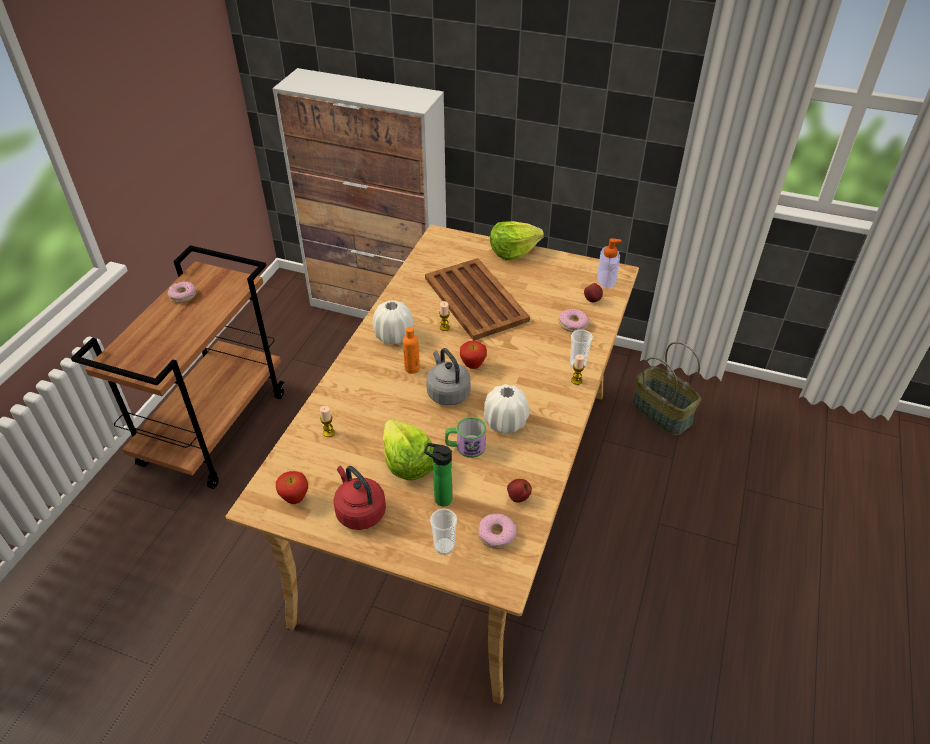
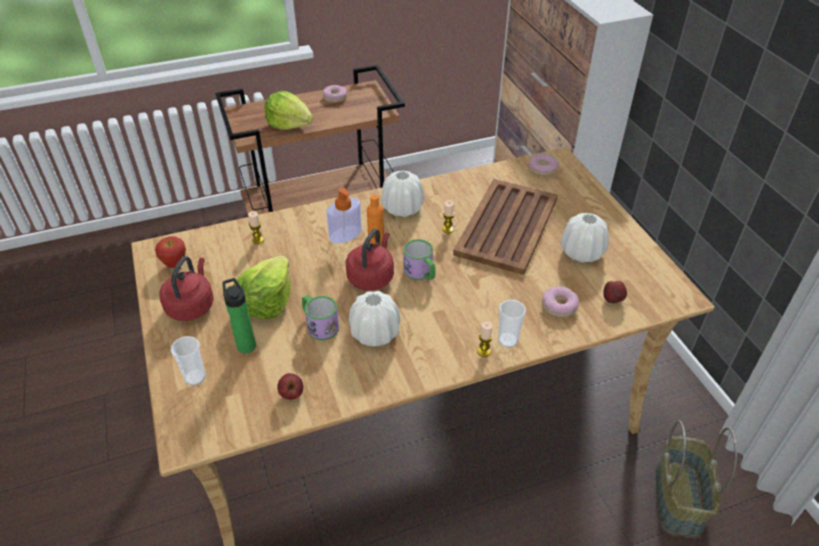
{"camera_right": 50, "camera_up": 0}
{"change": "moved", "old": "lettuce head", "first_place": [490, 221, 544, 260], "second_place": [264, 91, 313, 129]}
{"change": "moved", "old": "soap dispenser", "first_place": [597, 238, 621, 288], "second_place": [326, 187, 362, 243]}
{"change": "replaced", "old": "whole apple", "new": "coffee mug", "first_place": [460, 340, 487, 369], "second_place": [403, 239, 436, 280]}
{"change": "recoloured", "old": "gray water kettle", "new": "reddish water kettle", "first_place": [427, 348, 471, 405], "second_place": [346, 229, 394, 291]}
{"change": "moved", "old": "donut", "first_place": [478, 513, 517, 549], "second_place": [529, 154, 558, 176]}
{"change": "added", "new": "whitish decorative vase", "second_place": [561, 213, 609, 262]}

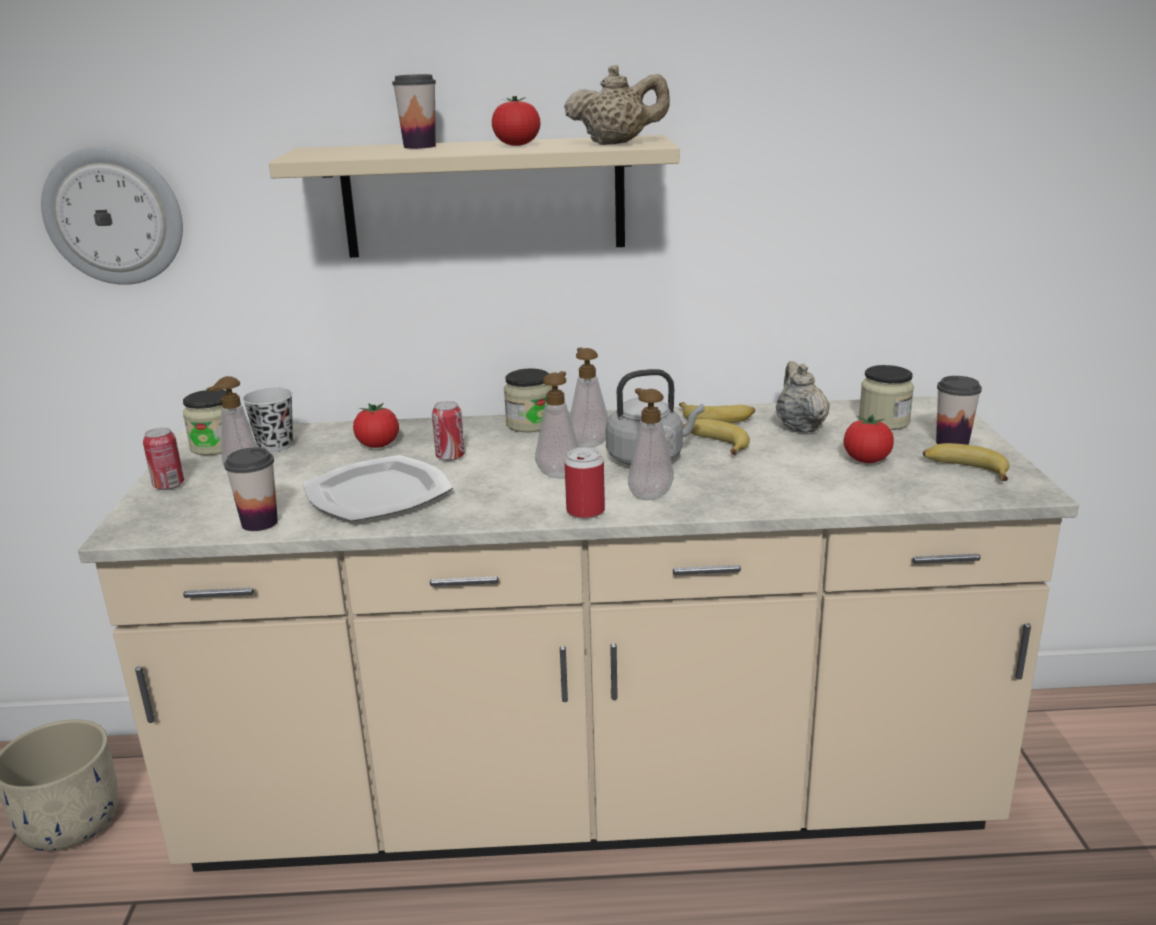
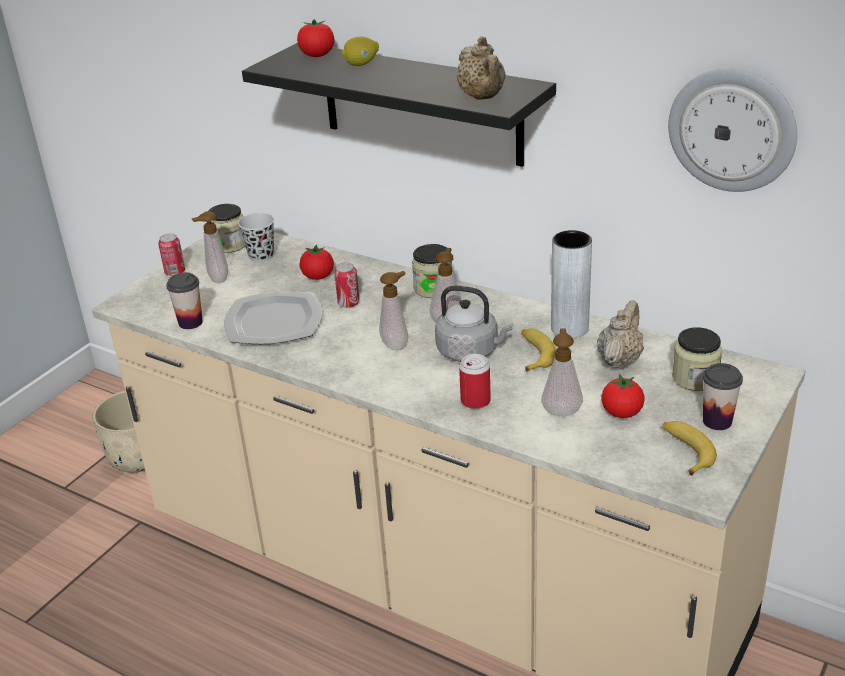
{"camera_right": 35, "camera_up": 10}
{"change": "turned", "old": "sand-coloured teapot", "first_place": [564, 65, 670, 145], "second_place": [457, 36, 506, 100], "degrees": 45}
{"change": "replaced", "old": "small cup", "new": "whole lemon", "first_place": [392, 74, 436, 149], "second_place": [342, 37, 379, 66]}
{"change": "moved", "old": "whole tomato", "first_place": [492, 96, 540, 146], "second_place": [297, 19, 334, 57]}
{"change": "recoloured", "old": "sand-coloured bracket shelf", "new": "blackish bracket shelf", "first_place": [269, 135, 679, 258], "second_place": [242, 43, 556, 167]}
{"change": "moved", "old": "wall clock", "first_place": [41, 147, 183, 285], "second_place": [668, 69, 797, 192]}
{"change": "moved", "old": "soap dispenser", "first_place": [628, 388, 674, 500], "second_place": [542, 328, 583, 416]}
{"change": "replaced", "old": "whole banana", "new": "gray decorative vase", "first_place": [679, 402, 755, 423], "second_place": [551, 230, 592, 338]}
{"change": "moved", "old": "can", "first_place": [565, 447, 605, 519], "second_place": [459, 354, 491, 409]}

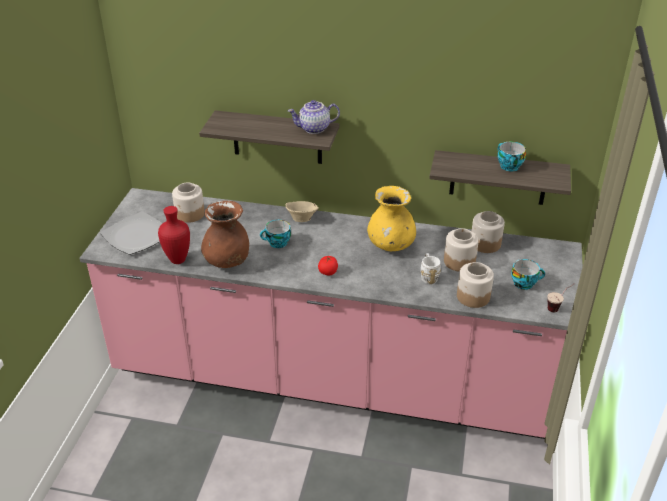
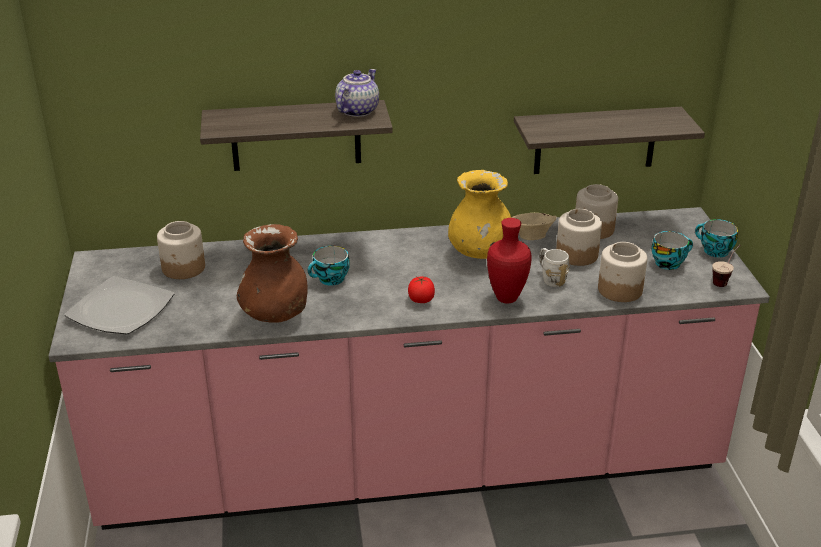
{"camera_right": -20, "camera_up": -5}
{"change": "turned", "old": "teapot", "first_place": [288, 100, 340, 134], "second_place": [335, 69, 379, 117], "degrees": 150}
{"change": "moved", "old": "small cup", "first_place": [498, 142, 526, 171], "second_place": [695, 219, 738, 257]}
{"change": "moved", "old": "sand-coloured bowl", "first_place": [286, 201, 319, 222], "second_place": [511, 213, 556, 240]}
{"change": "moved", "old": "reddish decorative vase", "first_place": [158, 206, 190, 264], "second_place": [487, 218, 532, 303]}

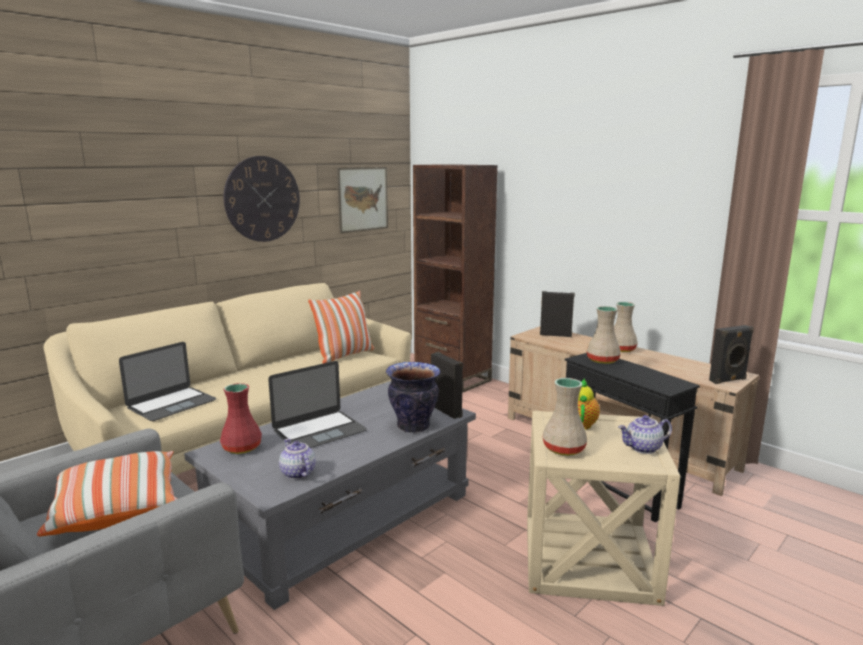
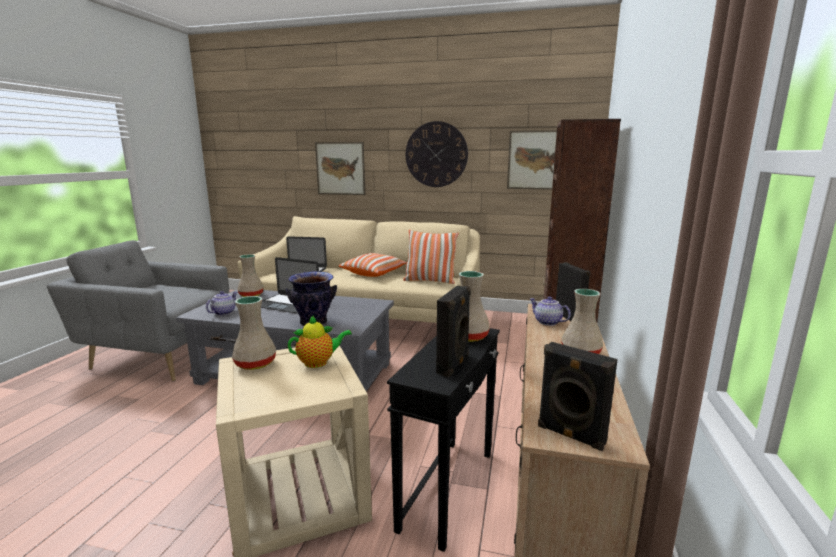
{"camera_right": 60, "camera_up": 0}
{"change": "moved", "old": "blackish audio speaker", "first_place": [431, 352, 463, 419], "second_place": [436, 286, 471, 377]}
{"change": "recoloured", "old": "reddish decorative vase", "new": "sand-coloured decorative vase", "first_place": [220, 383, 262, 454], "second_place": [238, 254, 264, 297]}
{"change": "moved", "old": "teapot", "first_place": [618, 415, 672, 454], "second_place": [530, 296, 571, 326]}
{"change": "moved", "old": "cushion", "first_place": [37, 451, 177, 536], "second_place": [339, 253, 407, 277]}
{"change": "added", "new": "wall art", "second_place": [315, 142, 365, 195]}

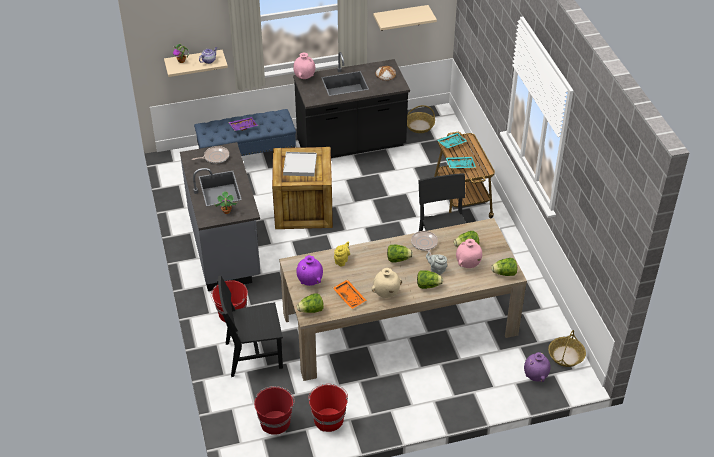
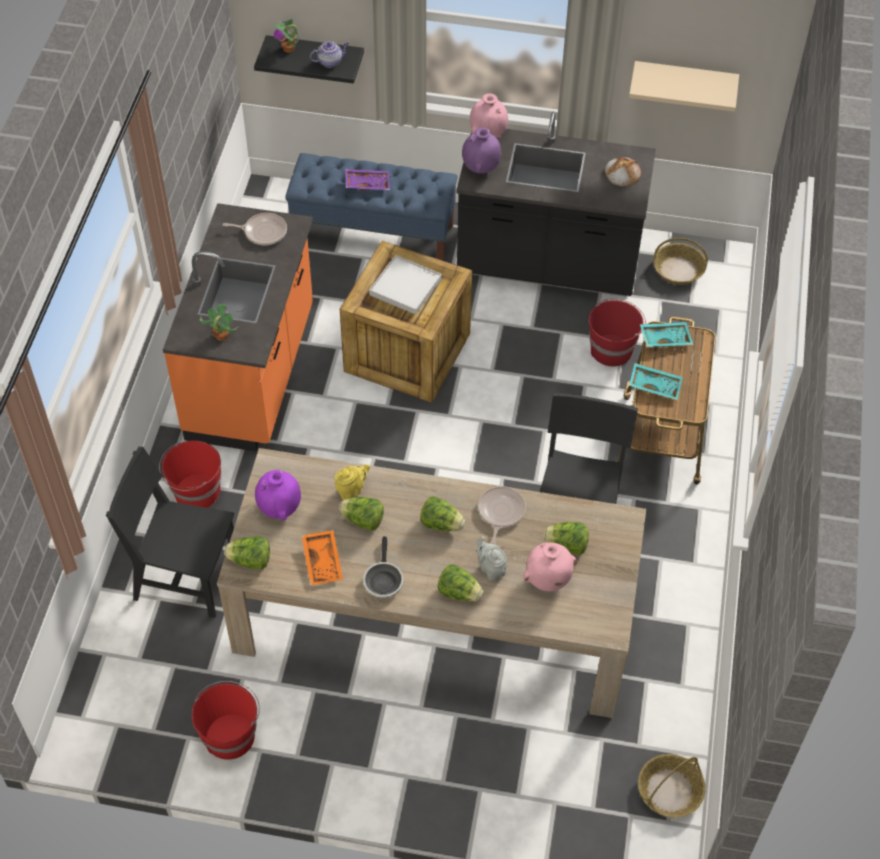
{"camera_right": 25, "camera_up": 10}
{"change": "recoloured", "old": "sand-coloured bracket shelf", "new": "blackish bracket shelf", "first_place": [164, 50, 228, 77], "second_place": [254, 35, 364, 84]}
{"change": "recoloured", "old": "gray counter", "new": "orange counter", "first_place": [180, 142, 260, 291], "second_place": [163, 203, 313, 451]}
{"change": "moved", "old": "lettuce head", "first_place": [491, 258, 517, 276], "second_place": [339, 497, 384, 531]}
{"change": "replaced", "old": "sand-coloured decorative vase", "new": "frying pan", "first_place": [371, 268, 402, 298], "second_place": [363, 537, 404, 598]}
{"change": "moved", "old": "purple-coloured decorative vase", "first_place": [524, 352, 551, 382], "second_place": [462, 128, 501, 174]}
{"change": "moved", "old": "reddish pail", "first_place": [254, 386, 295, 435], "second_place": [589, 299, 646, 366]}

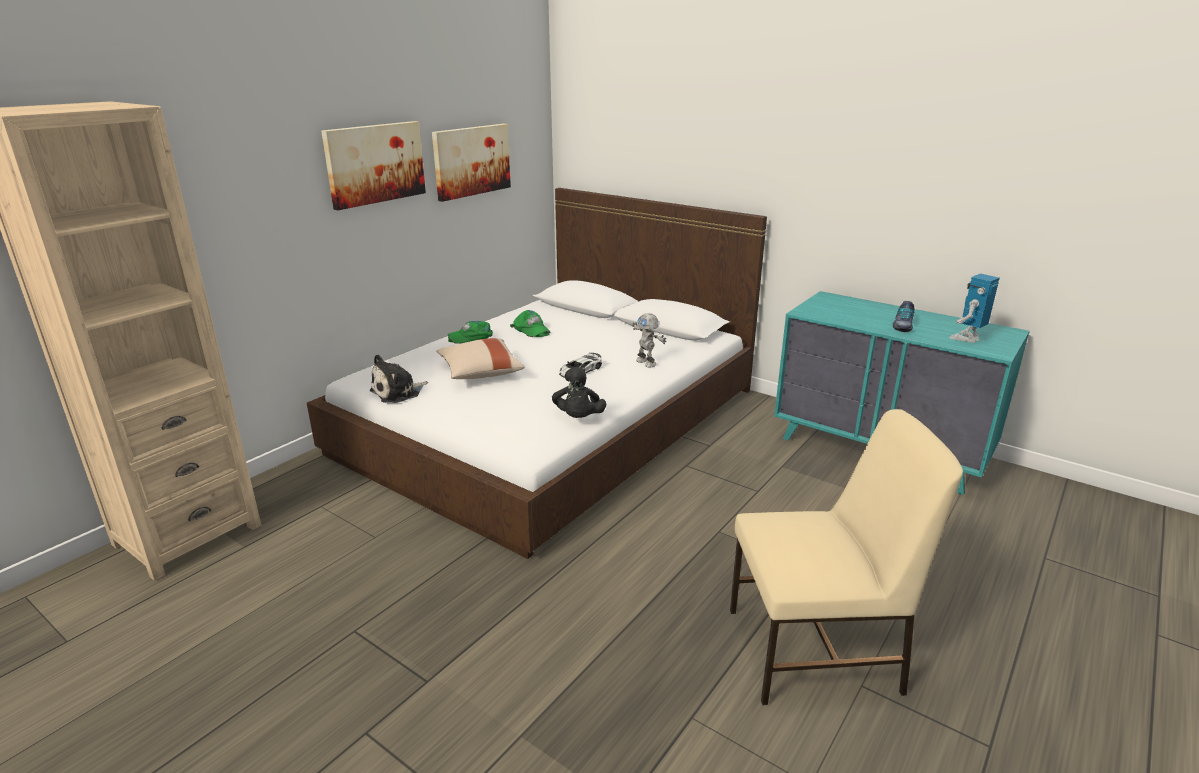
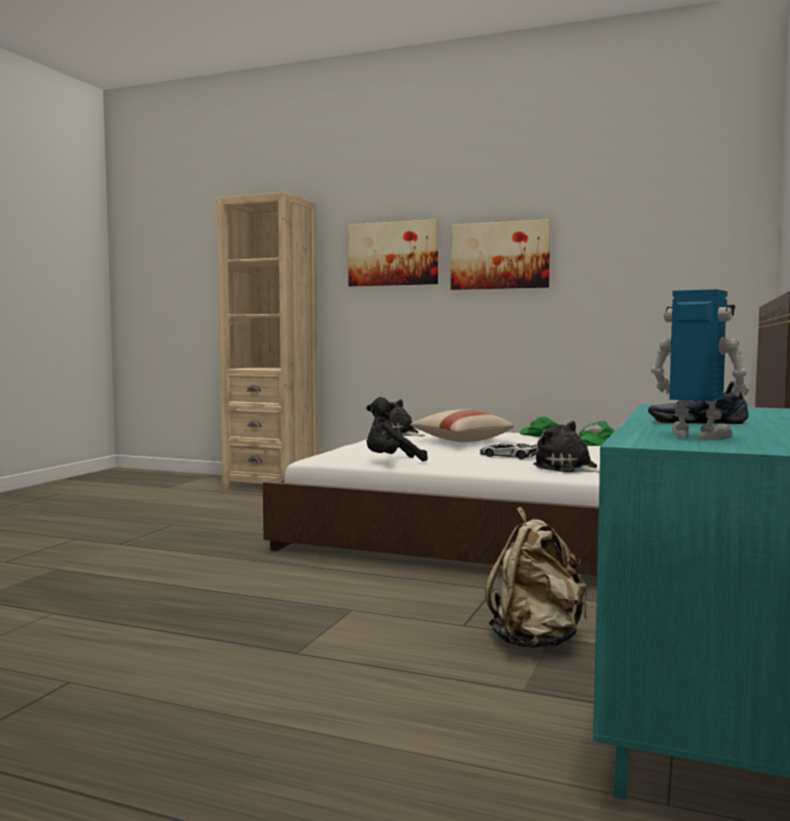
{"camera_right": 75, "camera_up": -20}
{"change": "moved", "old": "wall art", "first_place": [432, 124, 511, 202], "second_place": [348, 219, 438, 286]}
{"change": "replaced", "old": "toy robot", "new": "cuddly toy", "first_place": [632, 313, 666, 368], "second_place": [533, 421, 600, 473]}
{"change": "removed", "old": "sand-coloured upright chair", "first_place": [730, 409, 963, 705]}
{"change": "added", "new": "sand-coloured knapsack", "second_place": [485, 507, 587, 649]}

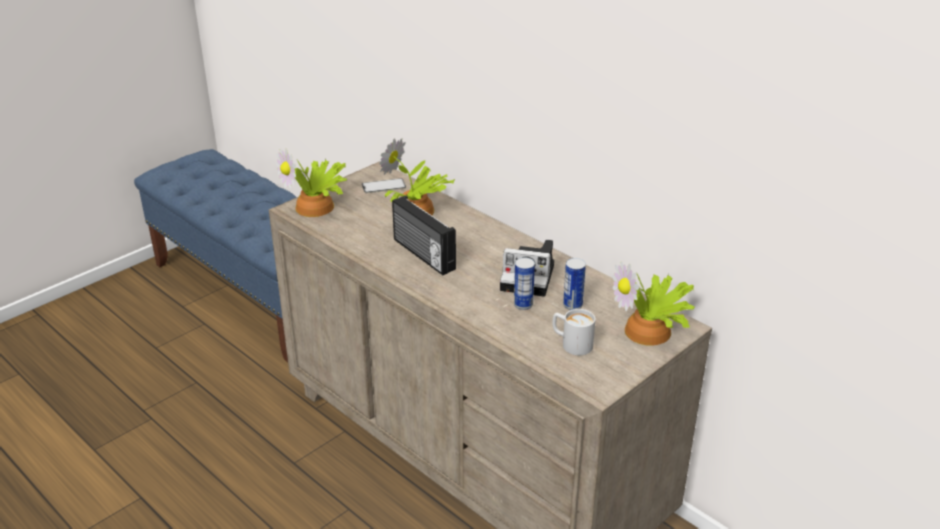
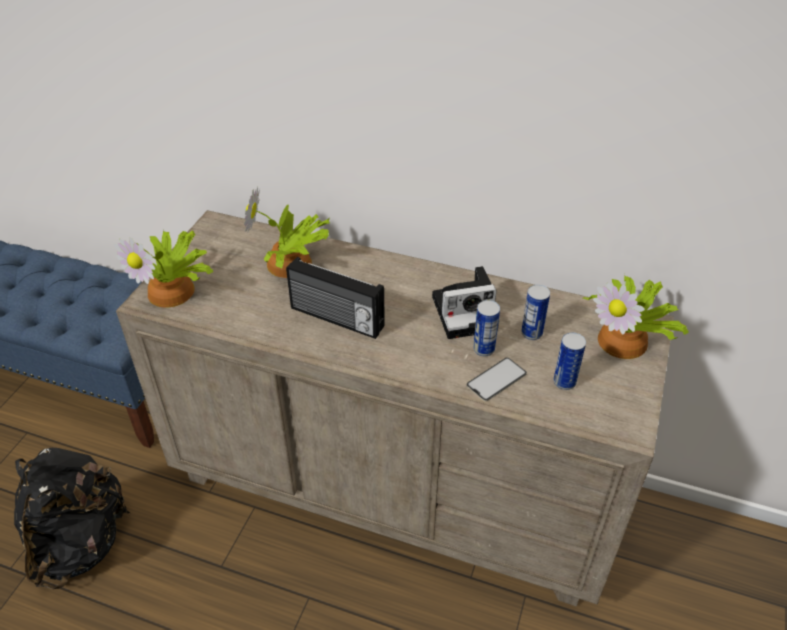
{"camera_right": -25, "camera_up": 10}
{"change": "moved", "old": "telephone", "first_place": [362, 178, 406, 193], "second_place": [466, 358, 527, 401]}
{"change": "replaced", "old": "whitish coffee mug", "new": "can", "first_place": [553, 309, 596, 355], "second_place": [553, 332, 586, 390]}
{"change": "added", "new": "blackish knapsack", "second_place": [14, 448, 130, 589]}

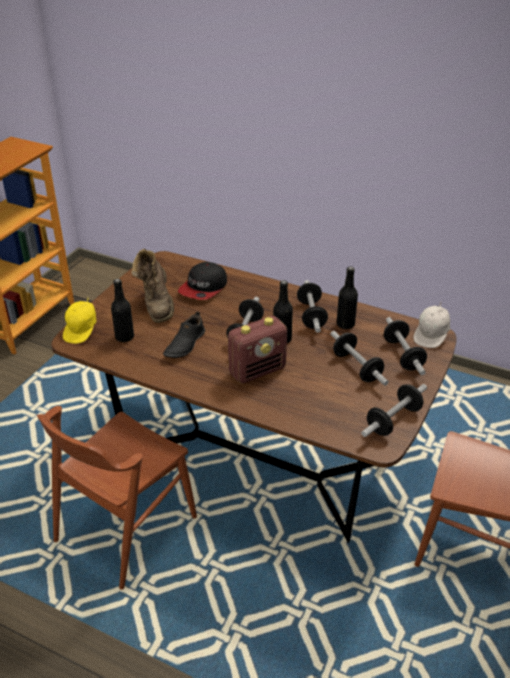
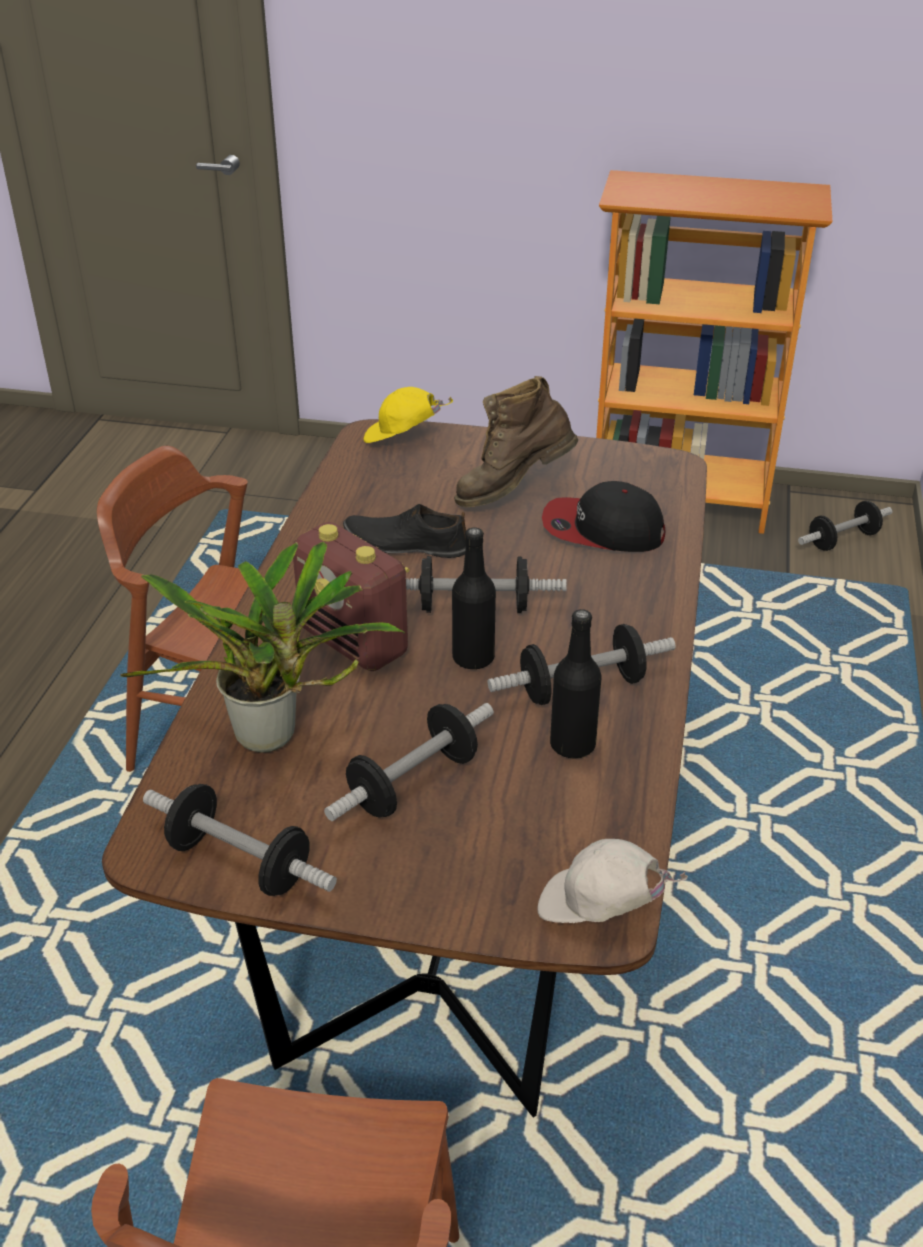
{"camera_right": 75, "camera_up": 0}
{"change": "removed", "old": "blackish beverage bottle", "first_place": [111, 279, 134, 342]}
{"change": "moved", "old": "dumbbell", "first_place": [384, 317, 427, 375], "second_place": [798, 501, 893, 551]}
{"change": "added", "new": "houseplant", "second_place": [120, 542, 405, 752]}

